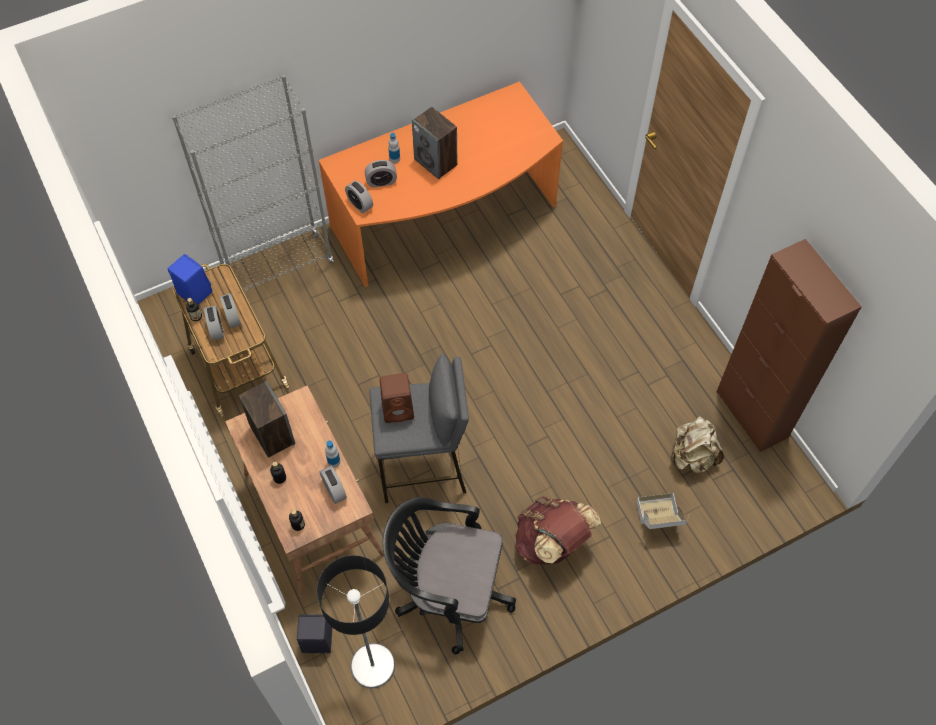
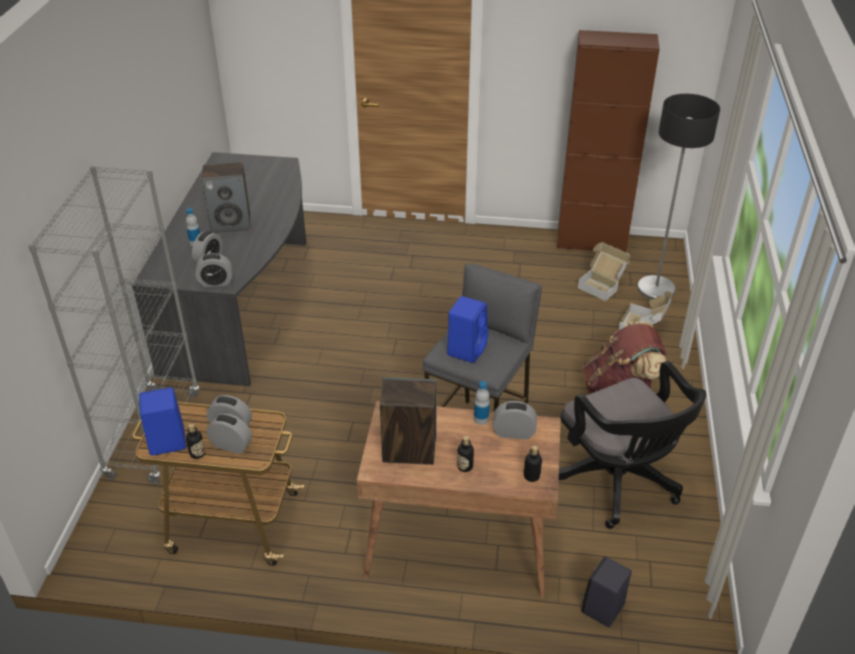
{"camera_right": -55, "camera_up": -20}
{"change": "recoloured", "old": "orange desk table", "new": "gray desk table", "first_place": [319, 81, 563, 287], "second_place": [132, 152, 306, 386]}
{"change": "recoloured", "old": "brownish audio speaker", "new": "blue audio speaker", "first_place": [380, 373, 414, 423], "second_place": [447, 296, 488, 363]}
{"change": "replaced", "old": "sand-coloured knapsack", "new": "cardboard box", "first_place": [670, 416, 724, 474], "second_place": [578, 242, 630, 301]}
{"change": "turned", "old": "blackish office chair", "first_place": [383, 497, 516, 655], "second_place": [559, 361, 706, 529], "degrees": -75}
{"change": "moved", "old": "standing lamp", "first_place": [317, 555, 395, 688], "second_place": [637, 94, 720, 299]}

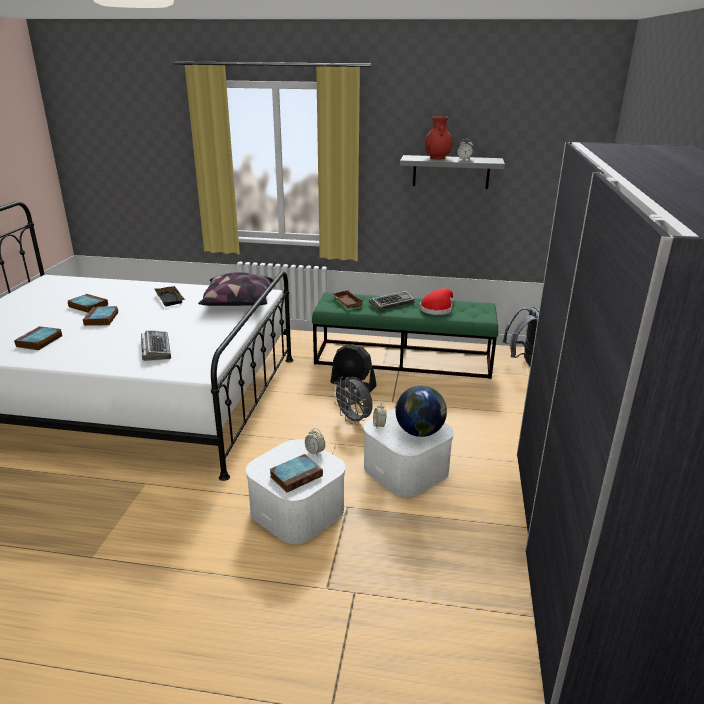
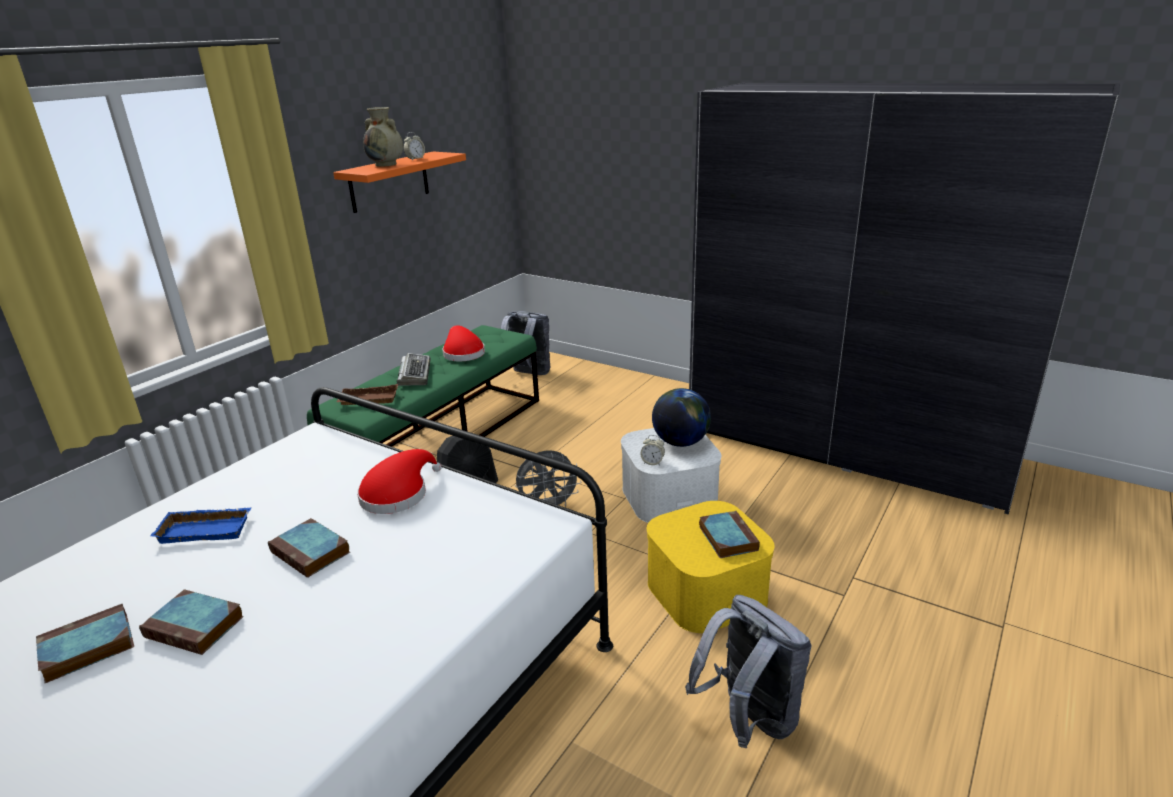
{"camera_right": -65, "camera_up": 0}
{"change": "recoloured", "old": "reddish decorative vase", "new": "sand-coloured decorative vase", "first_place": [424, 116, 453, 159], "second_place": [363, 107, 403, 167]}
{"change": "recoloured", "old": "gray bracket shelf", "new": "orange bracket shelf", "first_place": [400, 155, 505, 189], "second_place": [333, 151, 466, 213]}
{"change": "removed", "old": "cushion", "first_place": [198, 272, 274, 306]}
{"change": "recoloured", "old": "blackish tray", "new": "blue tray", "first_place": [154, 286, 185, 307], "second_place": [150, 508, 251, 544]}
{"change": "moved", "old": "bound book", "first_place": [14, 326, 62, 350], "second_place": [268, 518, 350, 578]}
{"change": "removed", "old": "keyboard", "first_place": [141, 330, 171, 361]}
{"change": "removed", "old": "table clock", "first_place": [305, 428, 325, 455]}
{"change": "recoloured", "old": "whitish storage container", "new": "yellow-coloured storage container", "first_place": [246, 439, 345, 544], "second_place": [647, 501, 775, 633]}
{"change": "added", "new": "reddish clothing hat", "second_place": [357, 449, 442, 514]}
{"change": "added", "new": "gray knapsack", "second_place": [685, 595, 812, 748]}

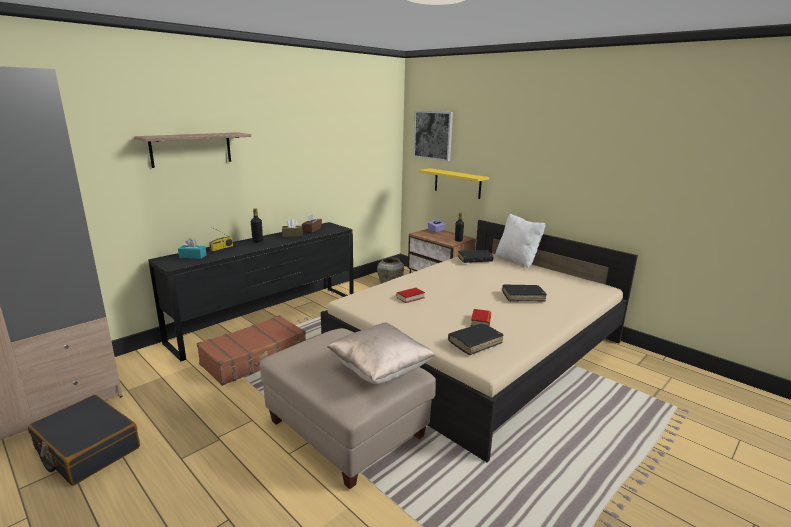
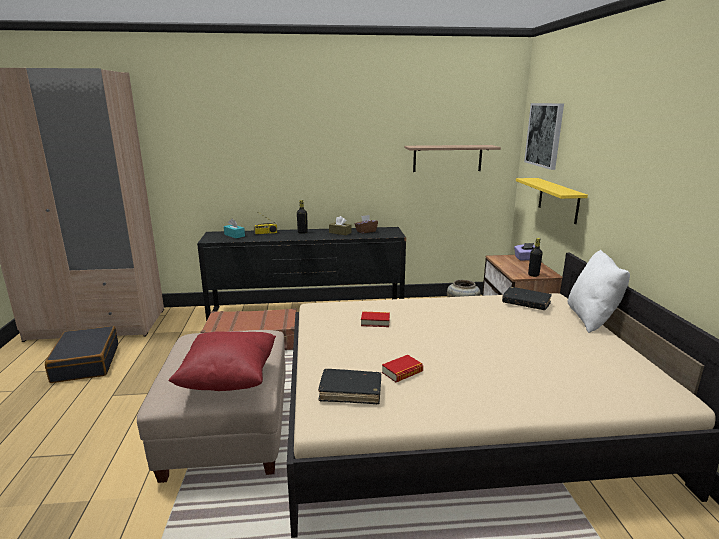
{"camera_right": 40, "camera_up": 0}
{"change": "moved", "old": "bracket shelf", "first_place": [134, 132, 251, 168], "second_place": [404, 145, 501, 172]}
{"change": "removed", "old": "blackish bound book", "first_place": [502, 285, 547, 302]}
{"change": "recoloured", "old": "sand-coloured cushion", "new": "reddish cushion", "first_place": [327, 322, 435, 384], "second_place": [168, 331, 276, 391]}

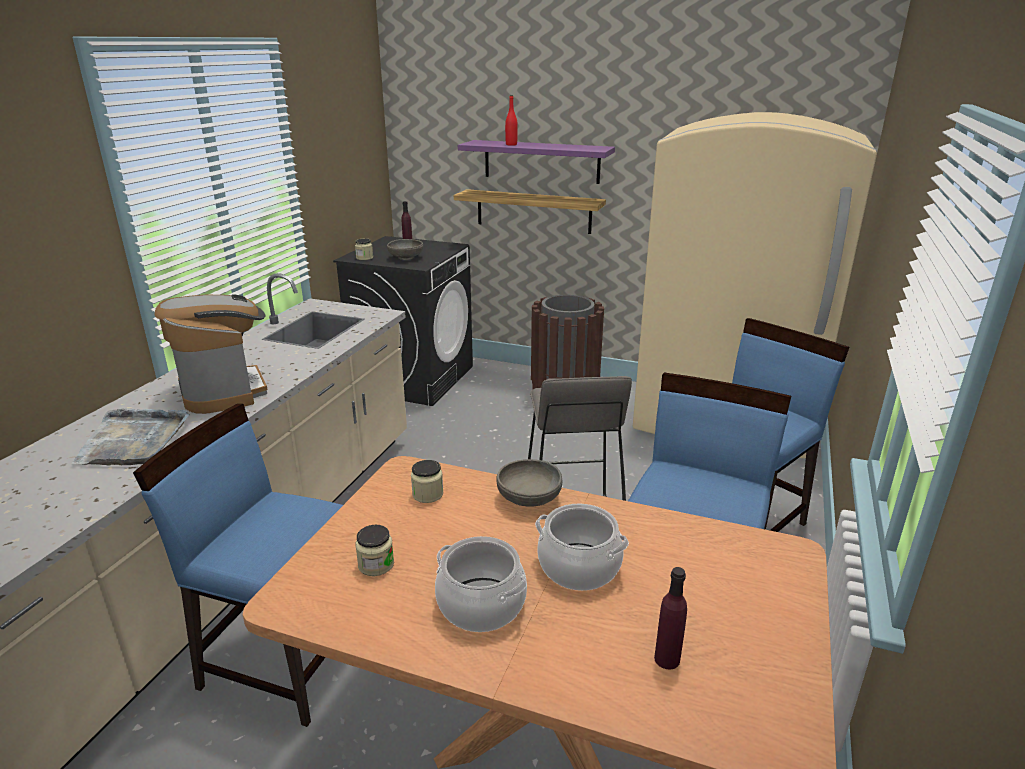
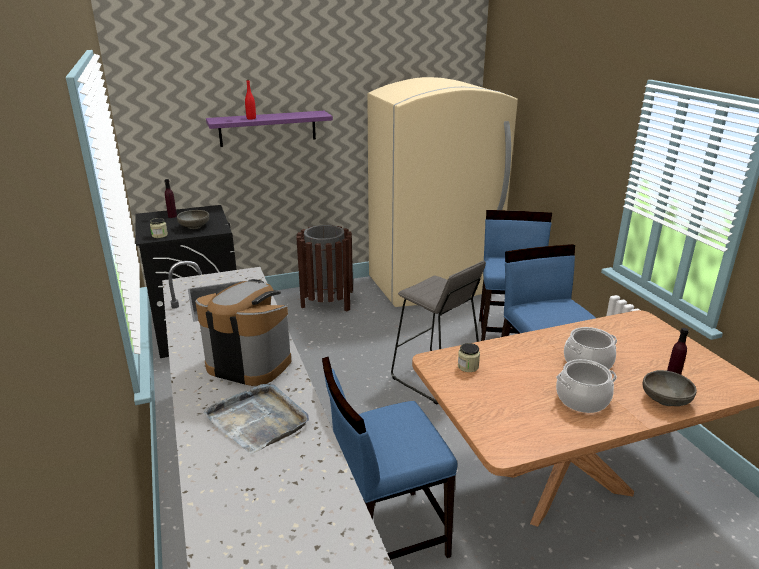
{"camera_right": -40, "camera_up": 0}
{"change": "removed", "old": "bracket shelf", "first_place": [454, 189, 606, 234]}
{"change": "moved", "old": "gray bowl", "first_place": [496, 459, 563, 507], "second_place": [643, 370, 697, 406]}
{"change": "removed", "old": "jar", "first_place": [355, 525, 394, 576]}

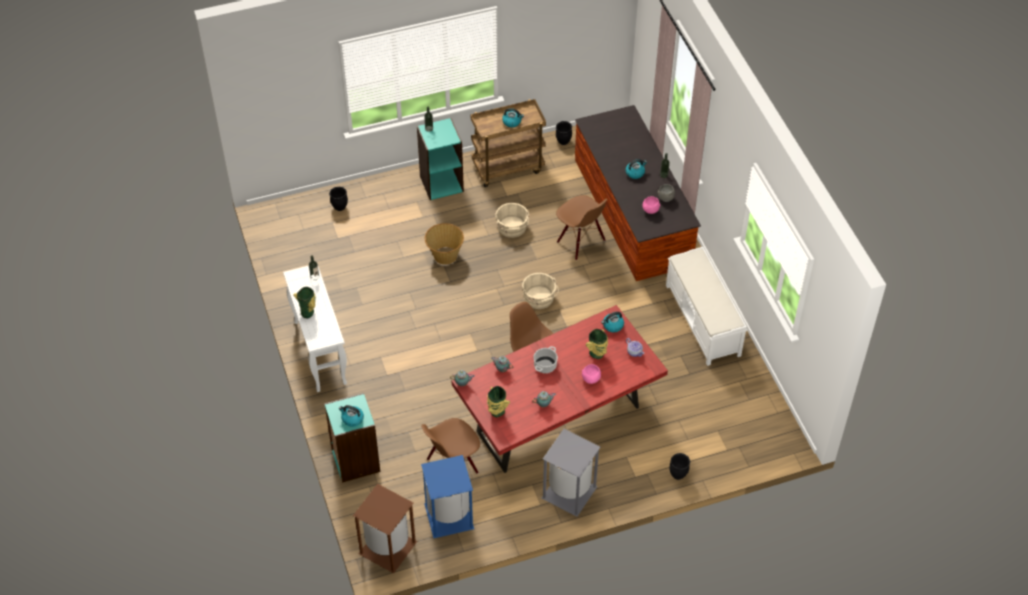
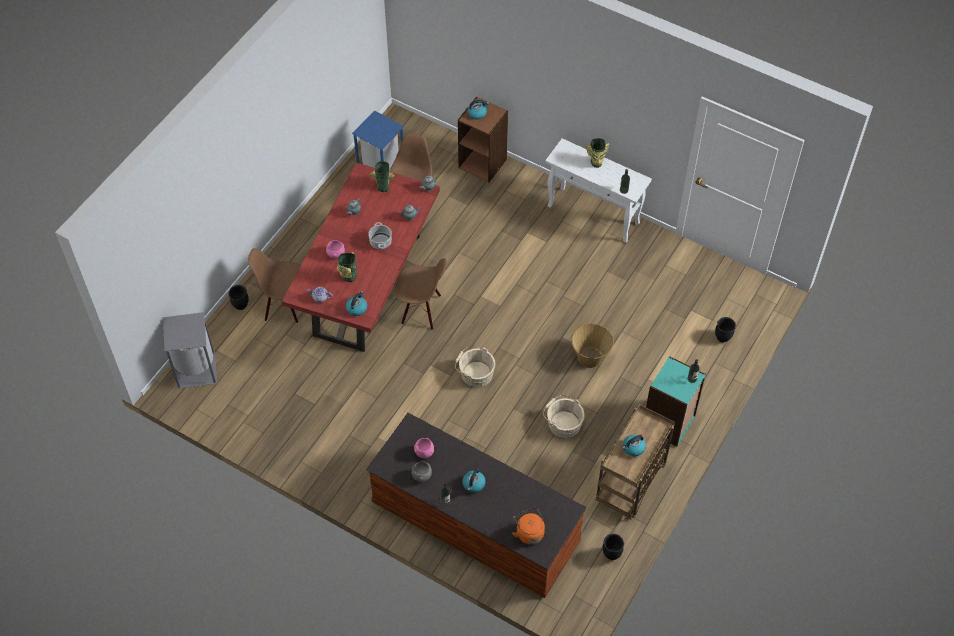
{"camera_right": 140, "camera_up": 5}
{"change": "moved", "old": "brownish upright chair", "first_place": [556, 195, 608, 260], "second_place": [248, 248, 301, 323]}
{"change": "removed", "old": "whitish indoor bench", "first_place": [666, 247, 747, 366]}
{"change": "recoloured", "old": "blue-green bookshelf", "new": "brownish bookshelf", "first_place": [324, 393, 380, 483], "second_place": [458, 96, 508, 182]}
{"change": "moved", "old": "gray trash can", "first_place": [541, 429, 600, 517], "second_place": [163, 312, 217, 389]}
{"change": "removed", "old": "brownish trash can", "first_place": [353, 484, 417, 573]}
{"change": "added", "new": "orange water kettle", "second_place": [512, 507, 545, 544]}

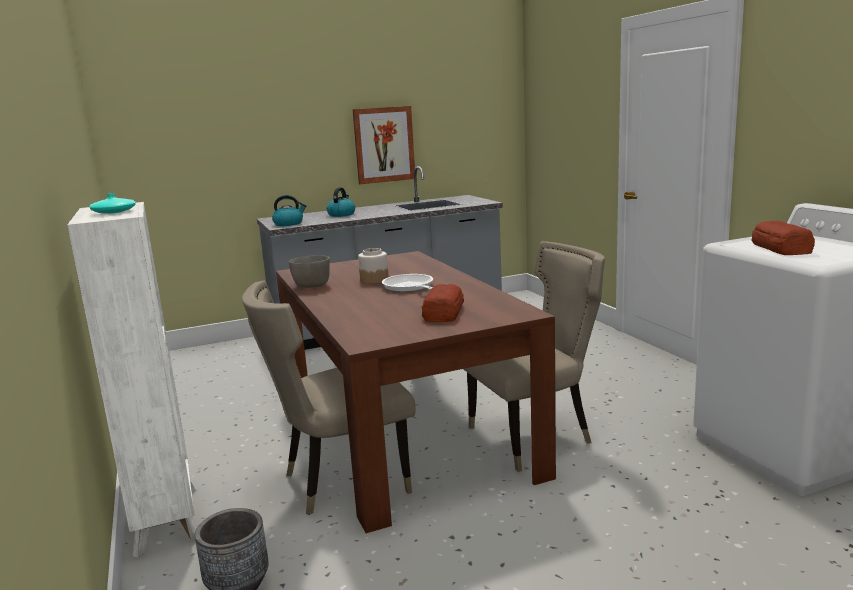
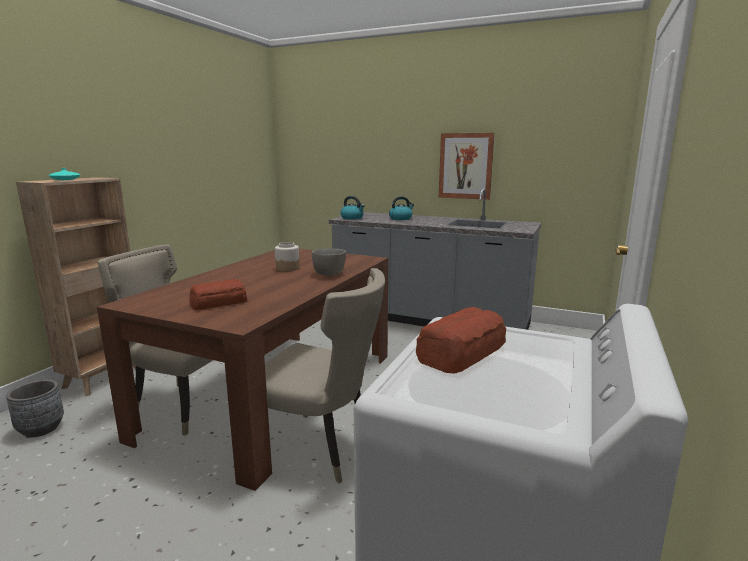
{"camera_right": 45, "camera_up": 0}
{"change": "recoloured", "old": "whitish bookshelf", "new": "brownish bookshelf", "first_place": [67, 202, 197, 558], "second_place": [16, 177, 136, 396]}
{"change": "moved", "old": "gray bowl", "first_place": [289, 255, 330, 288], "second_place": [312, 248, 346, 276]}
{"change": "removed", "old": "frying pan", "first_place": [382, 274, 433, 292]}

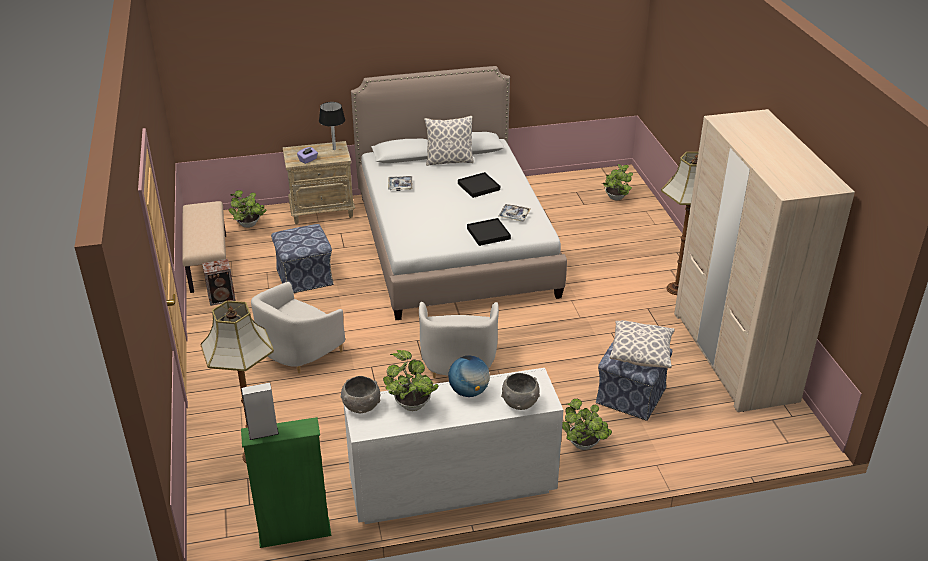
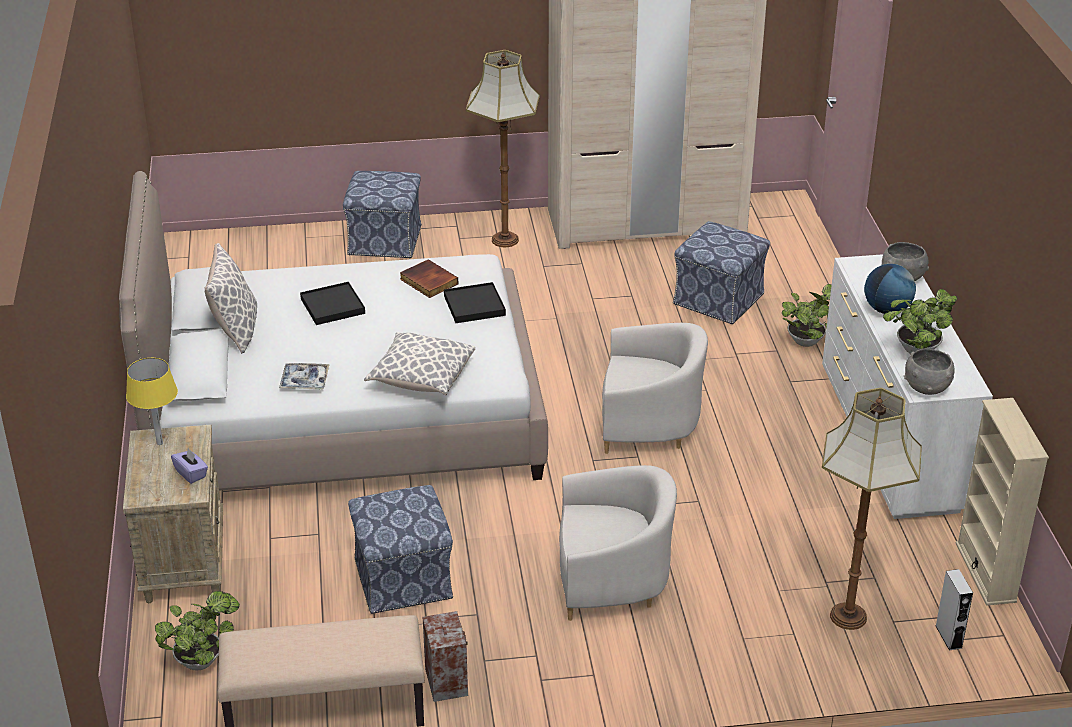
{"camera_right": -85, "camera_up": 0}
{"change": "recoloured", "old": "blackish table lamp", "new": "yellow-coloured table lamp", "first_place": [319, 102, 345, 150], "second_place": [126, 358, 178, 445]}
{"change": "removed", "old": "houseplant", "first_place": [603, 164, 633, 200]}
{"change": "replaced", "old": "tray", "new": "bound book", "first_place": [498, 204, 530, 221], "second_place": [400, 259, 458, 298]}
{"change": "turned", "old": "whitish armchair", "first_place": [251, 282, 345, 373], "second_place": [559, 465, 677, 621], "degrees": -45}
{"change": "moved", "old": "cushion", "first_place": [610, 320, 675, 368], "second_place": [364, 332, 475, 395]}
{"change": "moved", "old": "gray audio speaker", "first_place": [242, 383, 279, 440], "second_place": [935, 569, 973, 650]}
{"change": "recoloured", "old": "greenish bookshelf", "new": "sand-coloured bookshelf", "first_place": [241, 417, 332, 548], "second_place": [956, 398, 1049, 606]}
{"change": "added", "new": "pouffe", "second_place": [343, 171, 422, 258]}

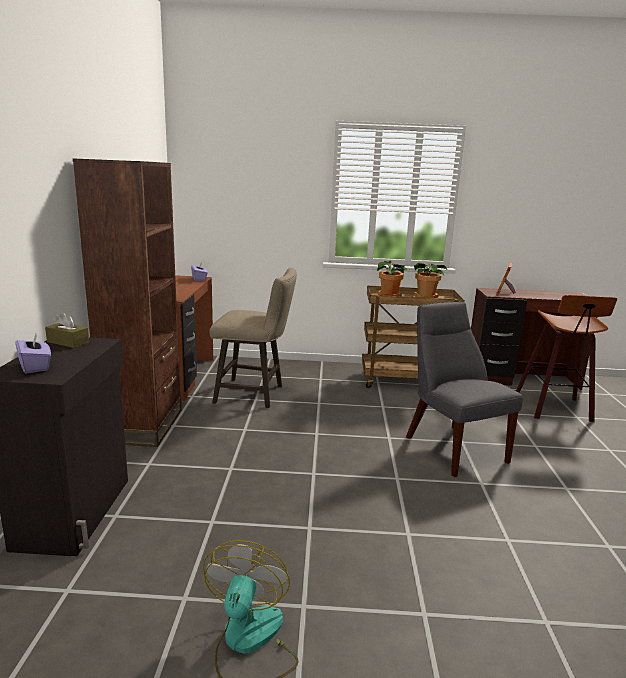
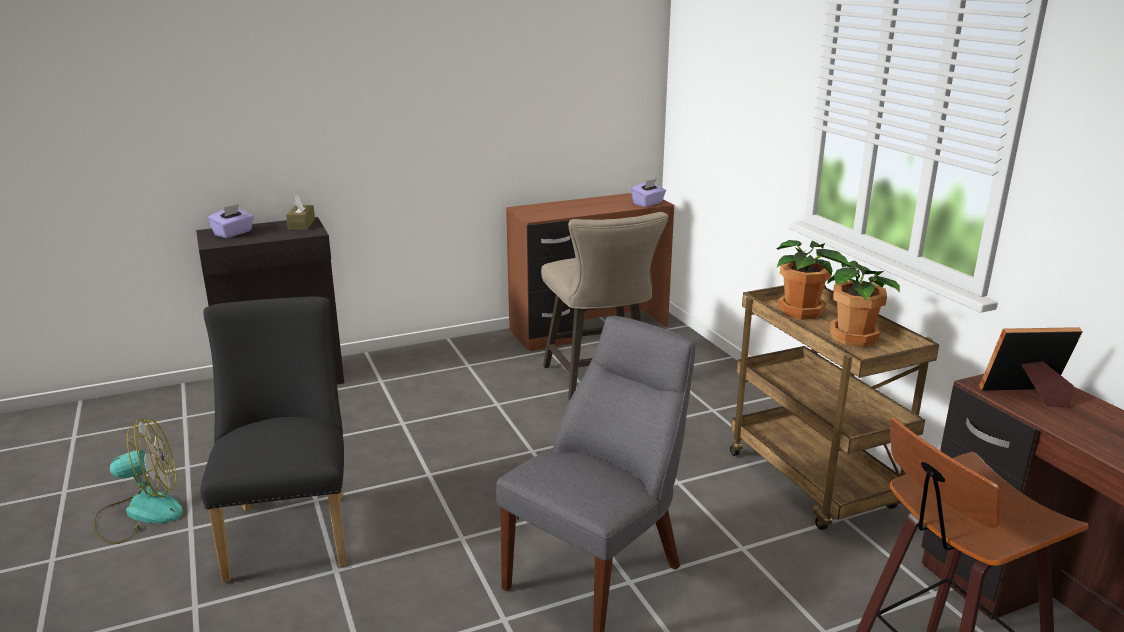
{"camera_right": 65, "camera_up": 5}
{"change": "removed", "old": "brownish bookshelf", "first_place": [73, 158, 181, 447]}
{"change": "added", "new": "blackish upright chair", "second_place": [200, 296, 347, 582]}

